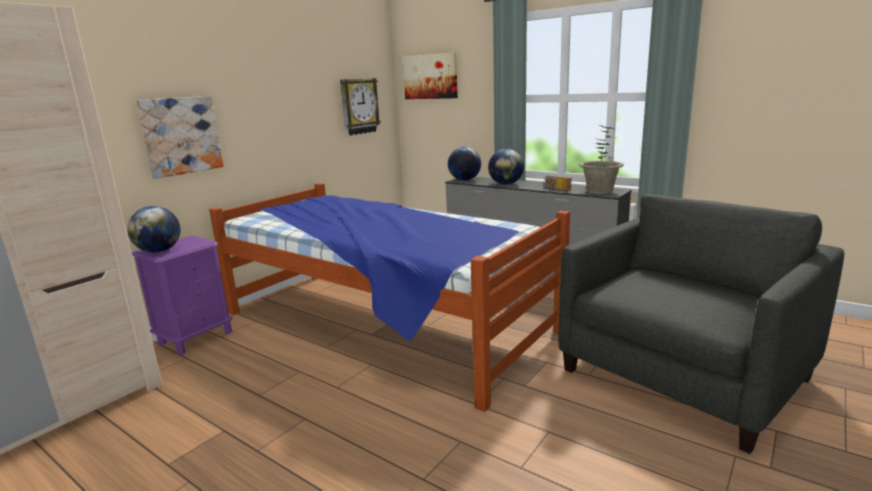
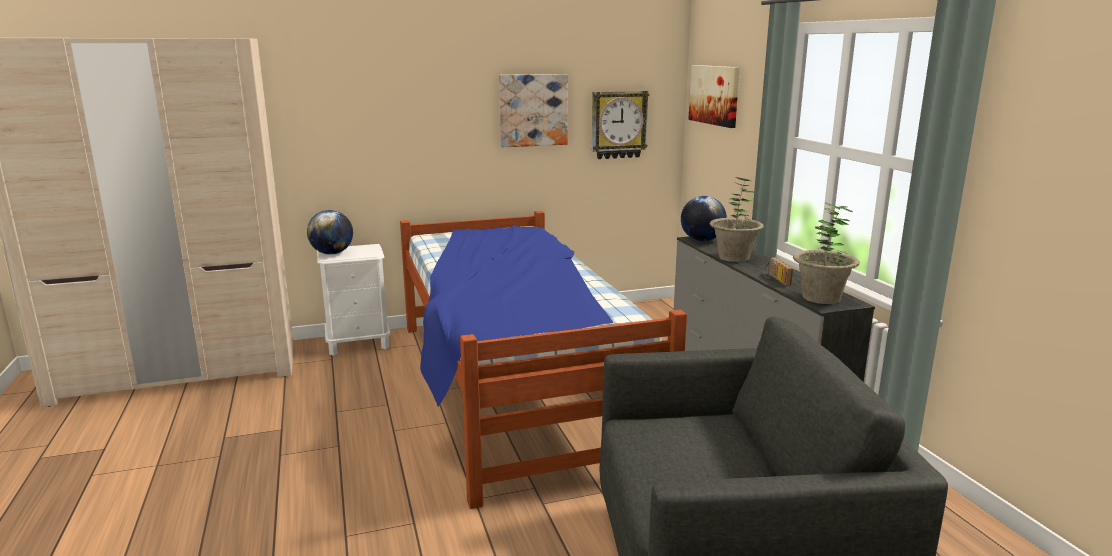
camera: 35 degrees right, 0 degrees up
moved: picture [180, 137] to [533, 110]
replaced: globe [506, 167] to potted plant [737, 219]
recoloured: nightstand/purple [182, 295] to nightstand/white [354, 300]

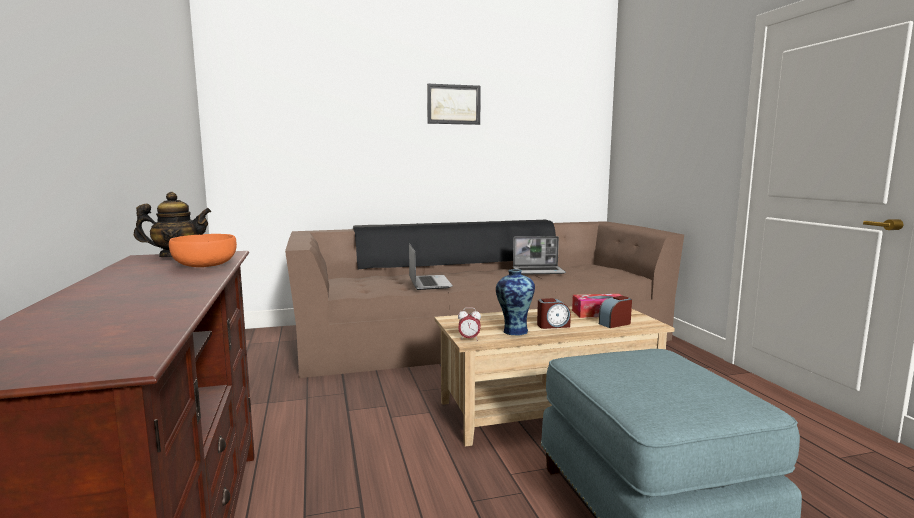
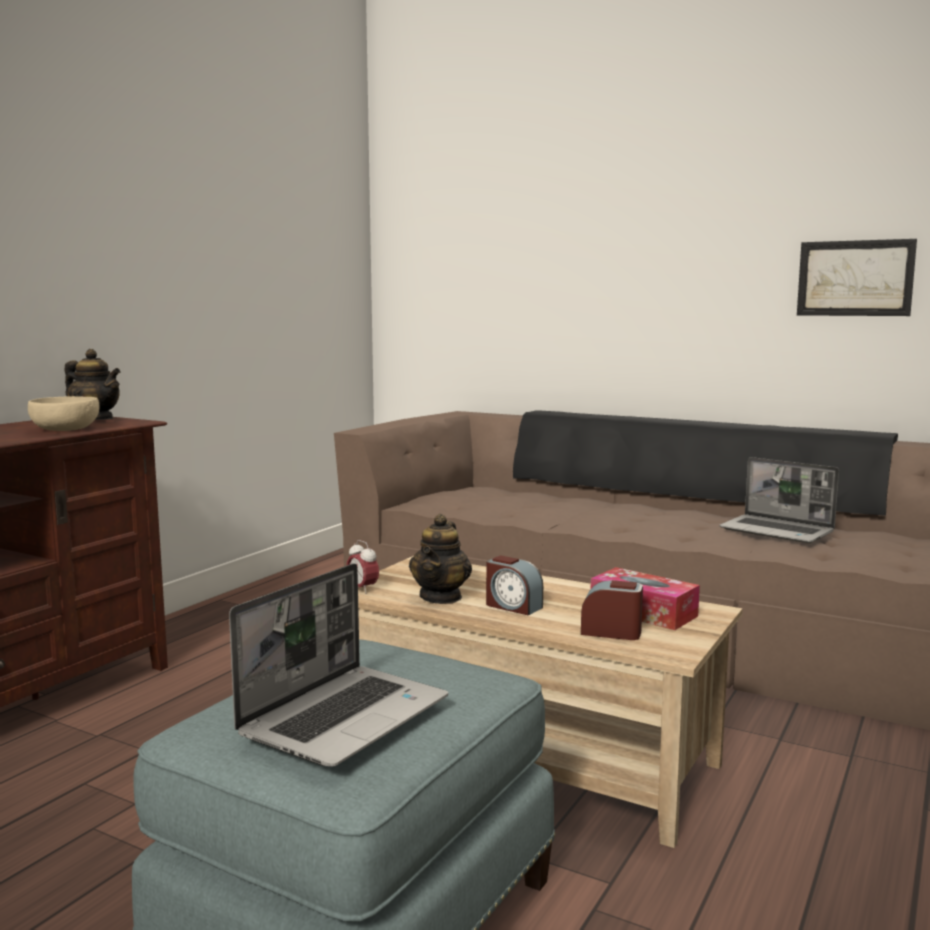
camera: 45 degrees right, 0 degrees up
moved: laptop [431, 267] to [338, 665]; picture [454, 104] to [857, 277]
replaced: vase [515, 302] to teapot [440, 559]
recoloured: bowl/orange [203, 250] to bowl/beige [63, 413]

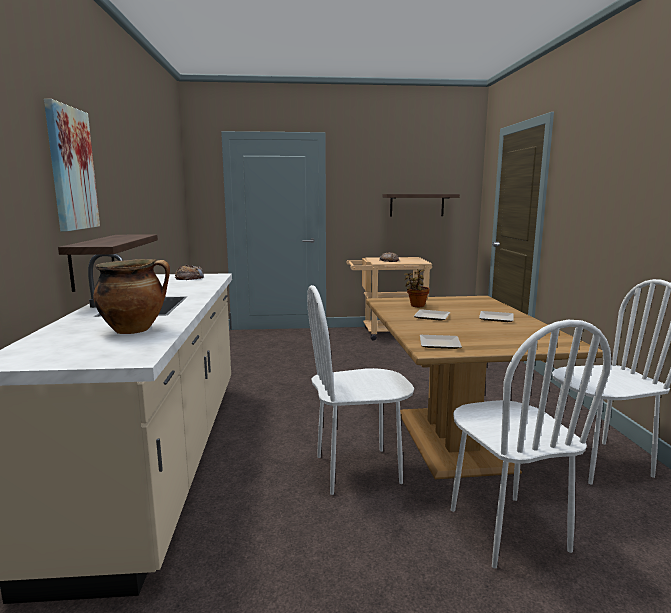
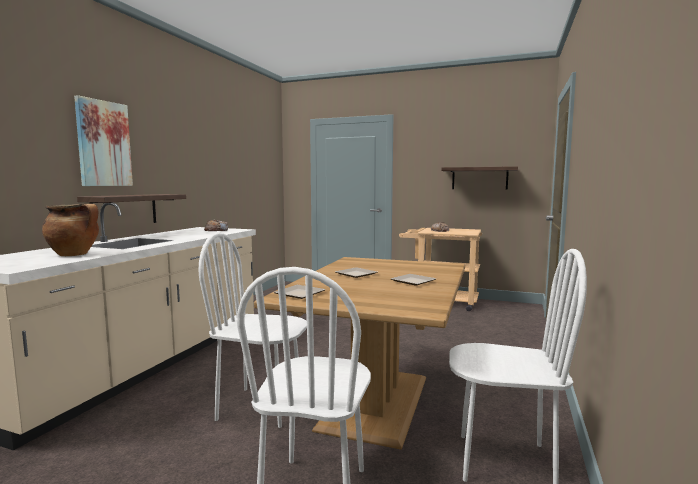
camera: 25 degrees right, 5 degrees down
removed: potted plant [417, 288]

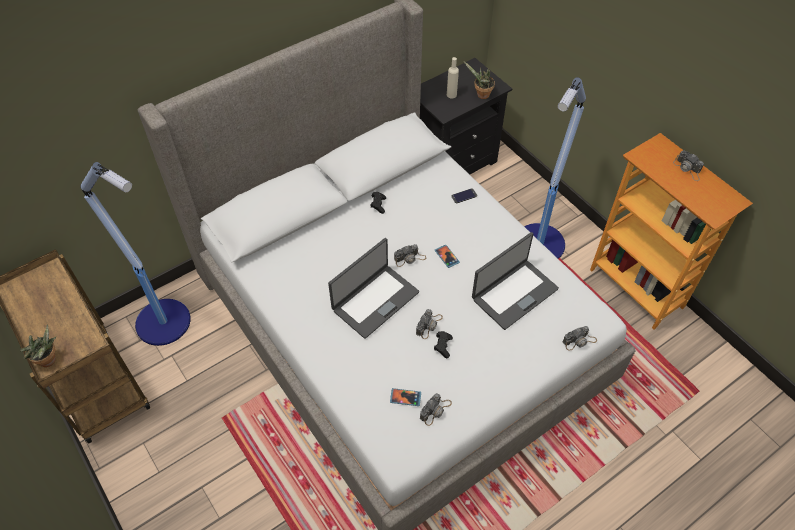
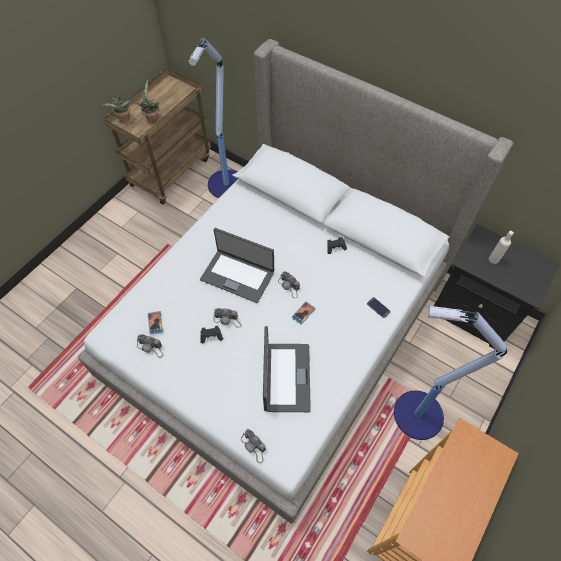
camera: 70 degrees right, 5 degrees up
removed: photo camera [688, 166]
moved: potted plant [479, 80] to [147, 101]
turned: laptop [515, 281] = [287, 369] 120 degrees counterclockwise

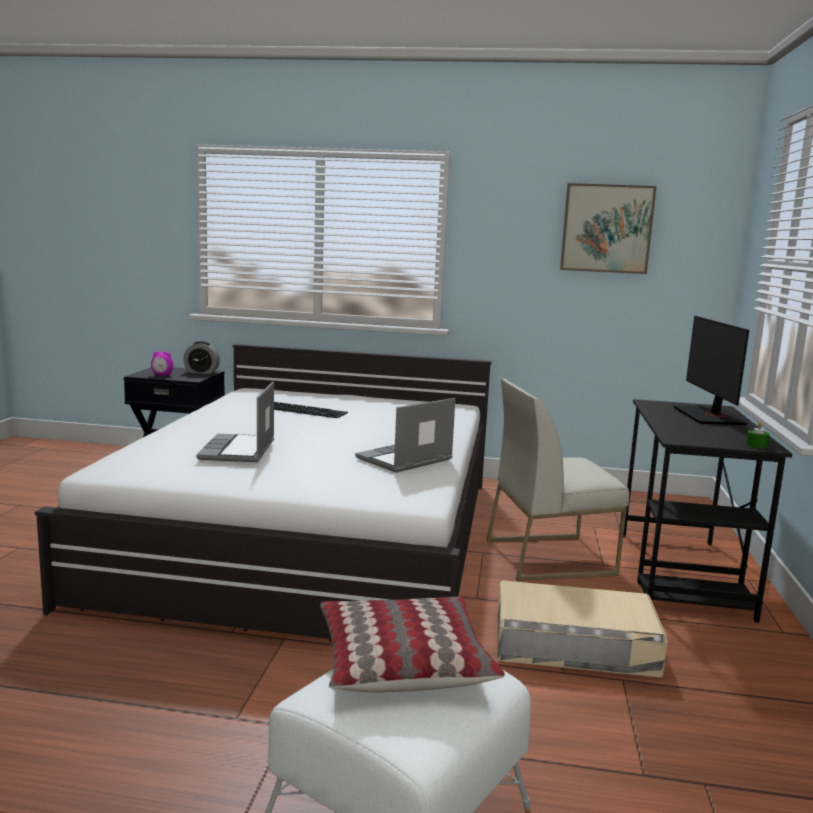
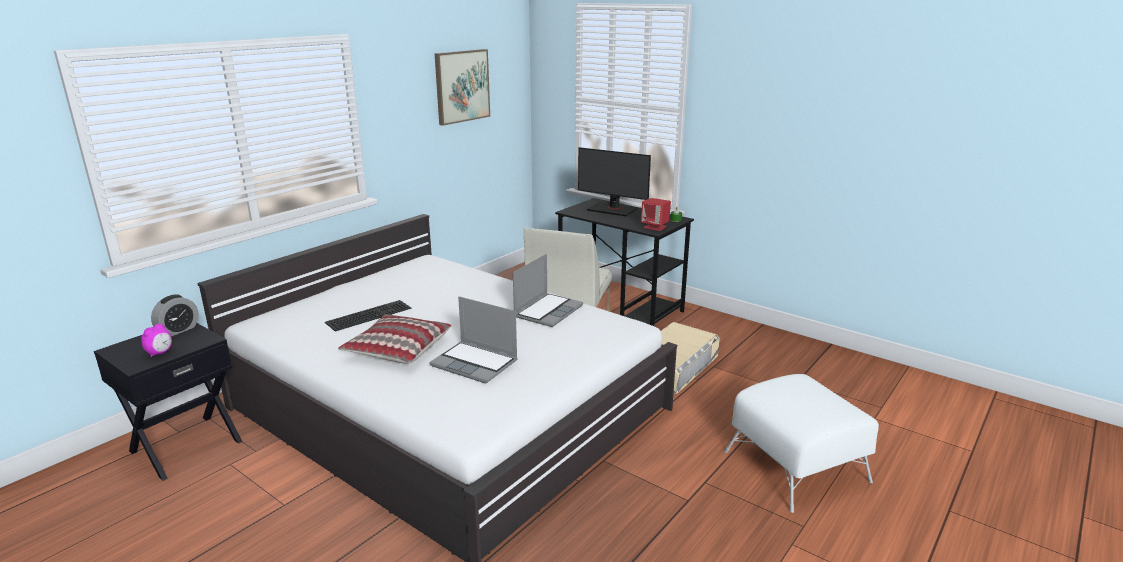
camera: 60 degrees left, 10 degrees up
added: speaker/red [656, 214]
moved: pillow [412, 644] to [394, 339]
turned: laptop [405, 435] = [548, 290] 135 degrees counterclockwise

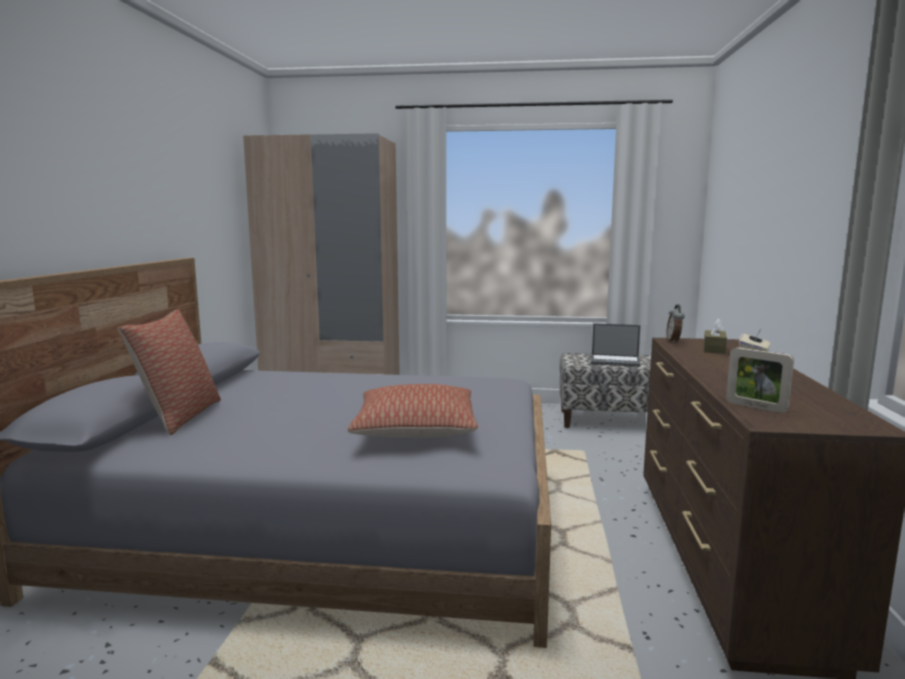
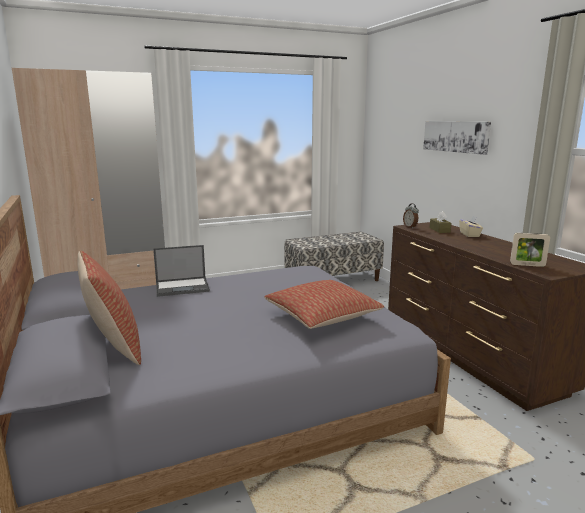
camera: 30 degrees left, 5 degrees up
added: picture [457, 138]
moved: laptop [615, 345] to [181, 271]

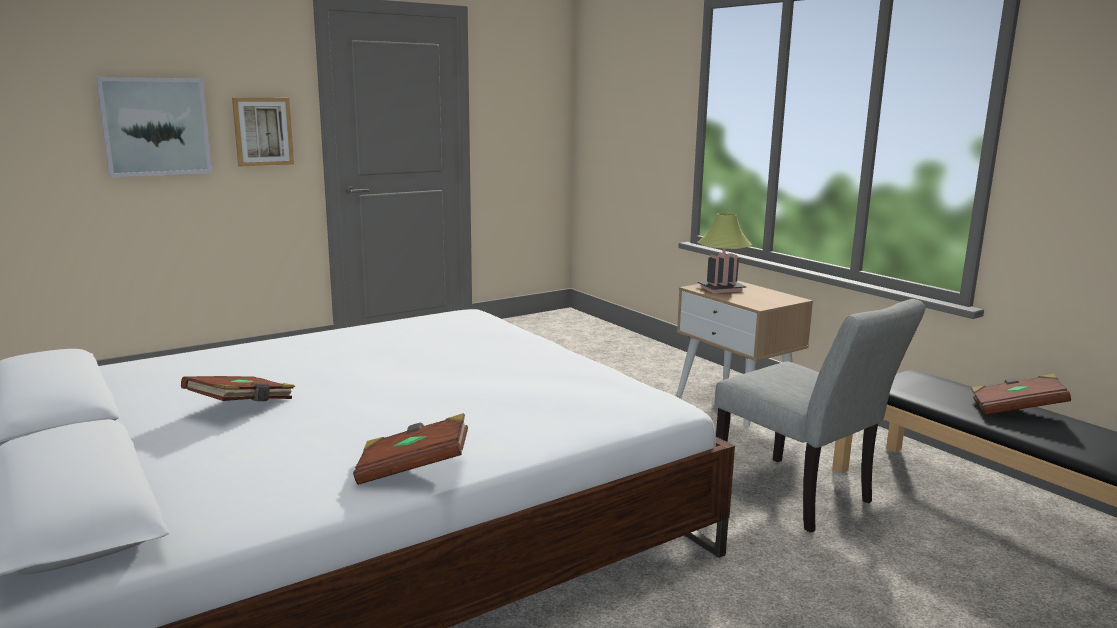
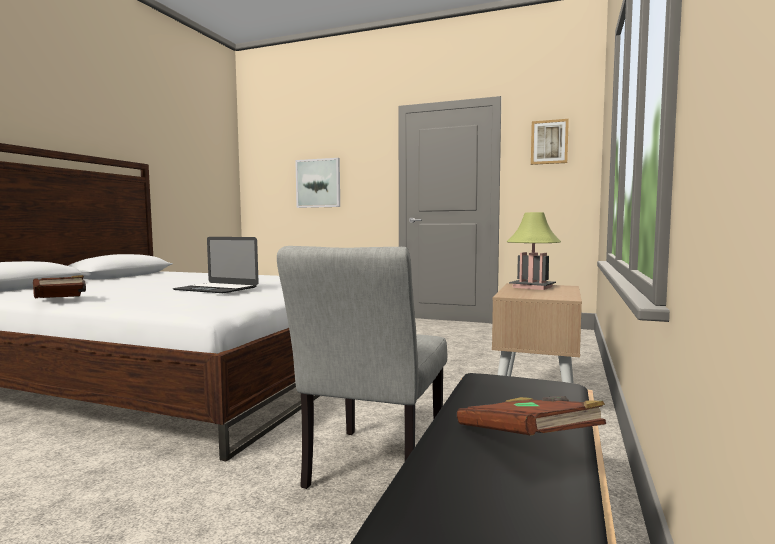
camera: 55 degrees right, 10 degrees down
removed: book/brown [238, 388]
added: laptop [215, 265]
moved: picture [263, 132] to [550, 142]

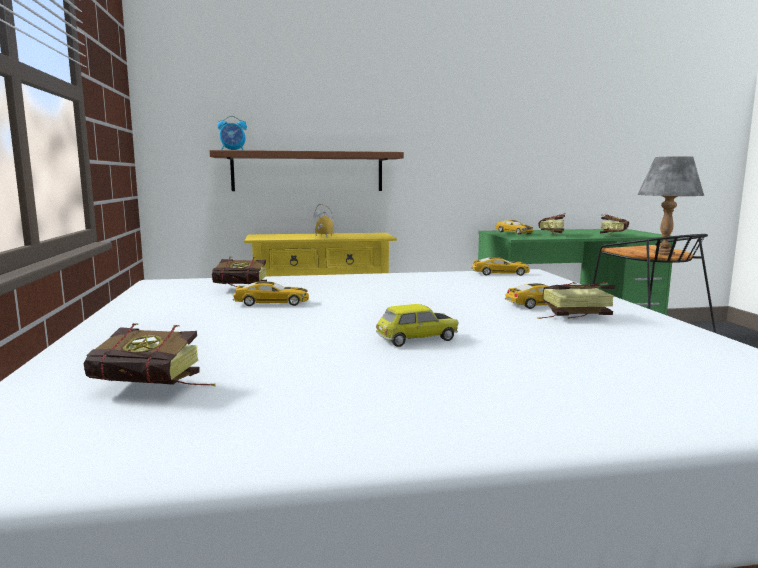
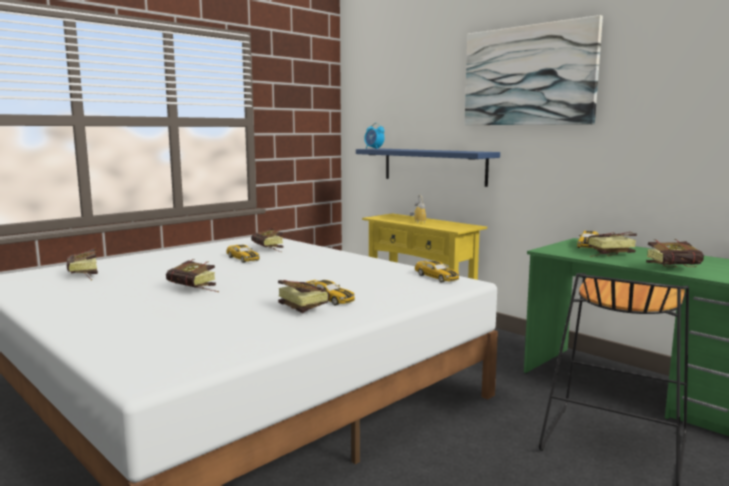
camera: 55 degrees right, 0 degrees up
removed: table lamp/grey [670, 205]
added: picture [533, 70]
replaced: toy car [417, 325] to book [192, 275]
recoloured: shelf/brown [307, 170] to shelf/blue [428, 167]

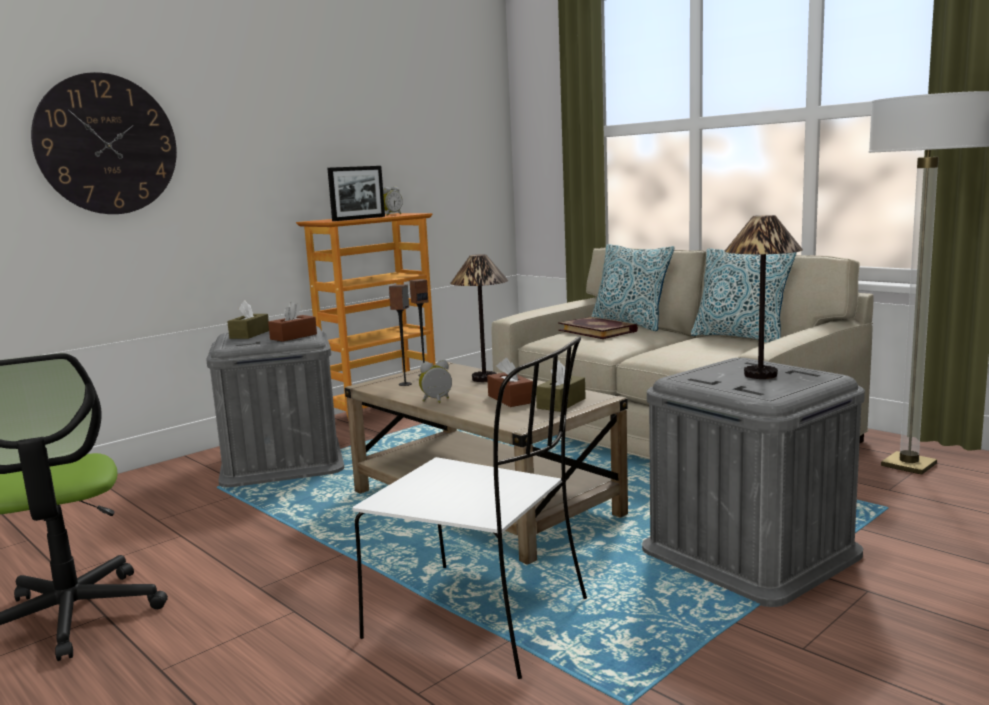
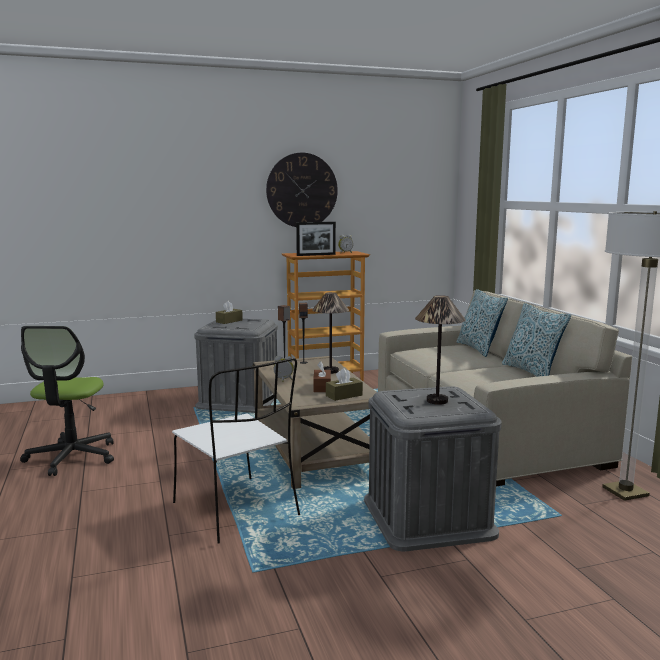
camera: 25 degrees right, 0 degrees up
removed: tissue box/brown [292, 322]; book [598, 328]
moved: wall clock [104, 143] to [302, 190]

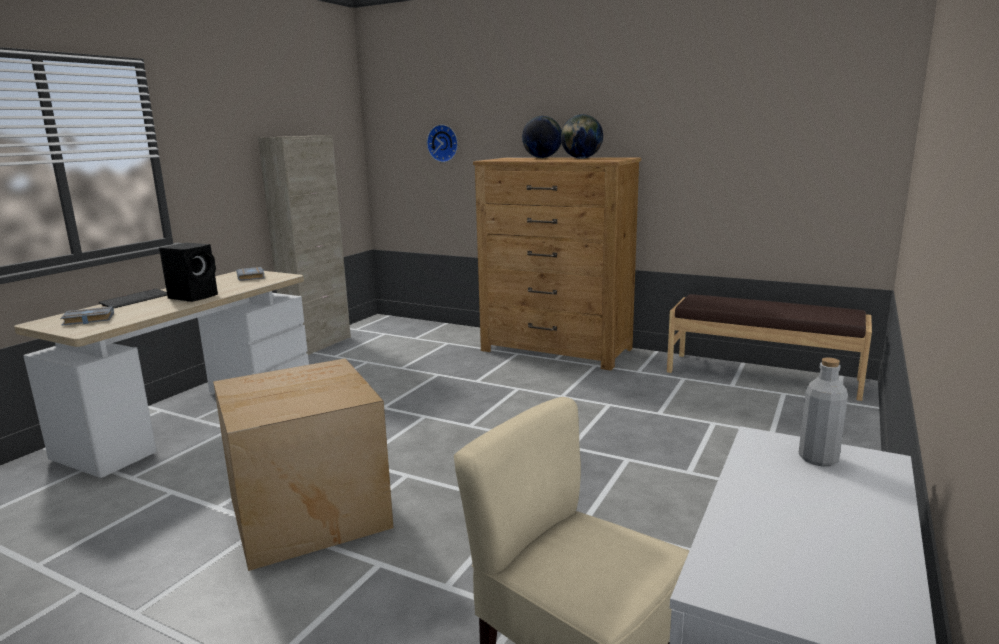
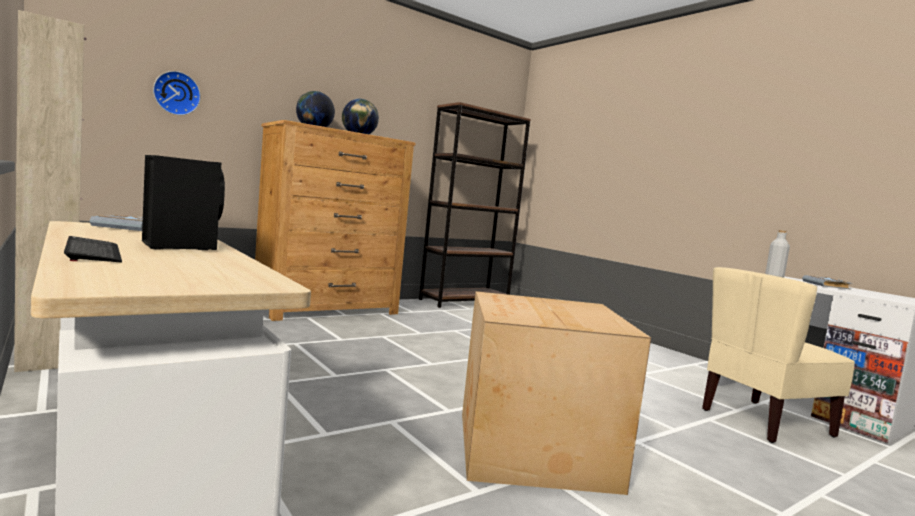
camera: 65 degrees left, 10 degrees down
moved: book/grey [87, 315] to [827, 282]
replaced: bench/brown [769, 347] to bookcase/brown [475, 205]

